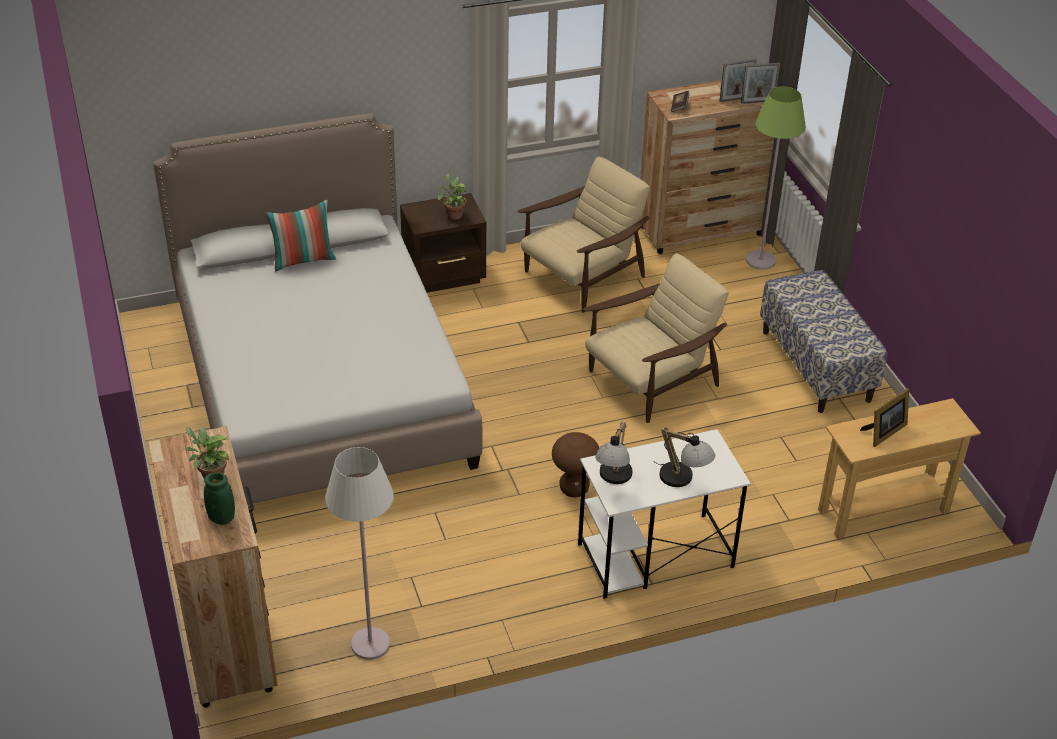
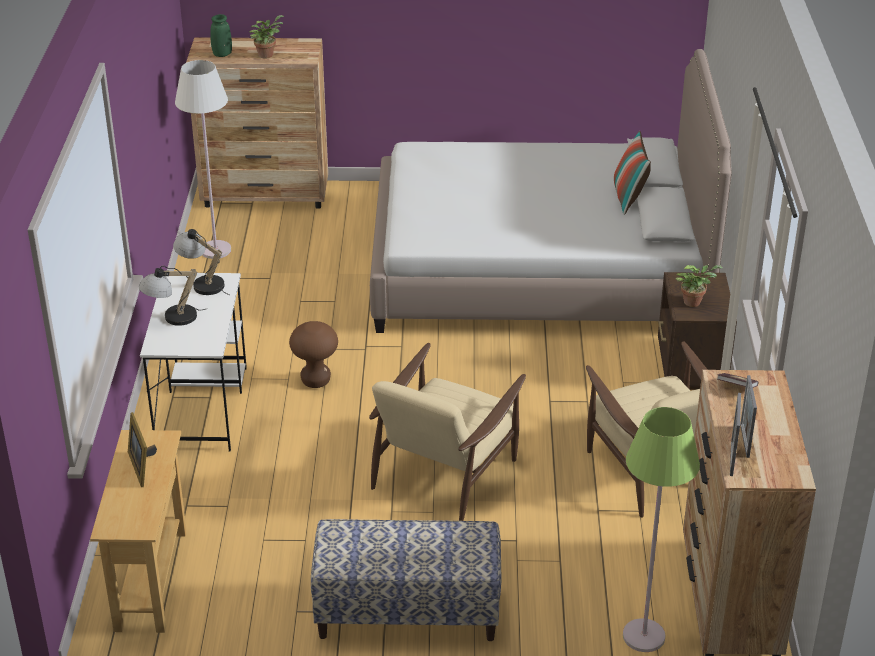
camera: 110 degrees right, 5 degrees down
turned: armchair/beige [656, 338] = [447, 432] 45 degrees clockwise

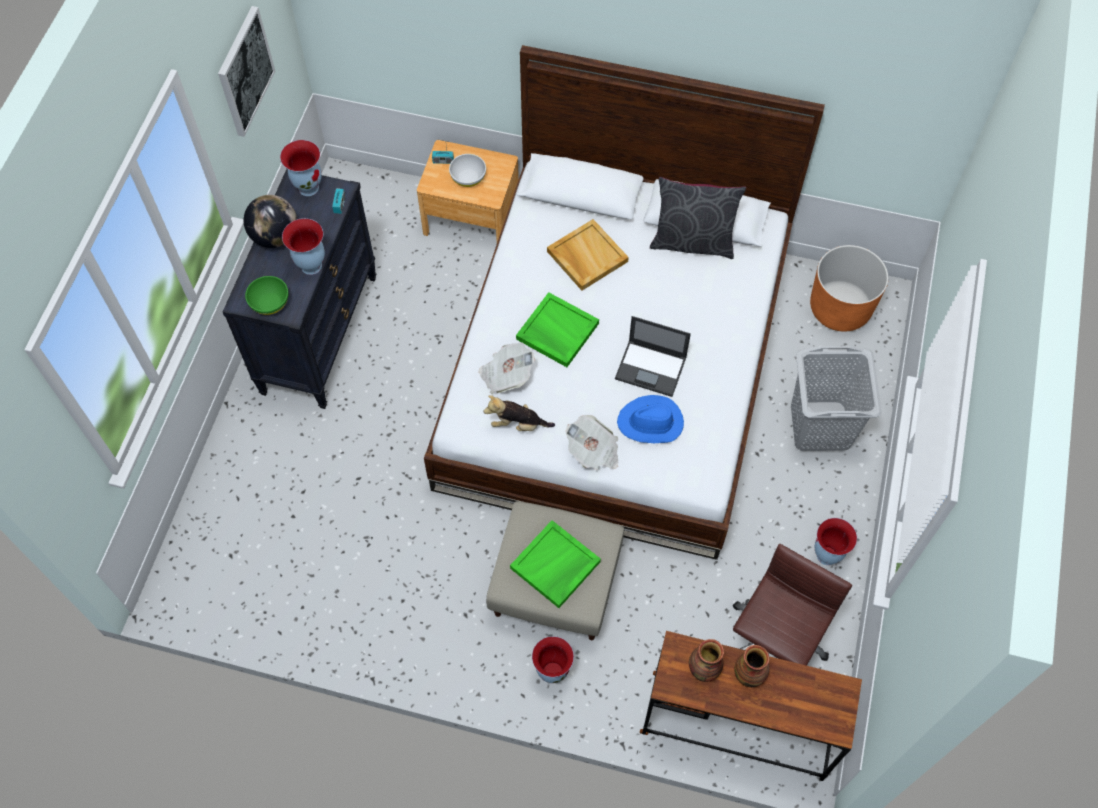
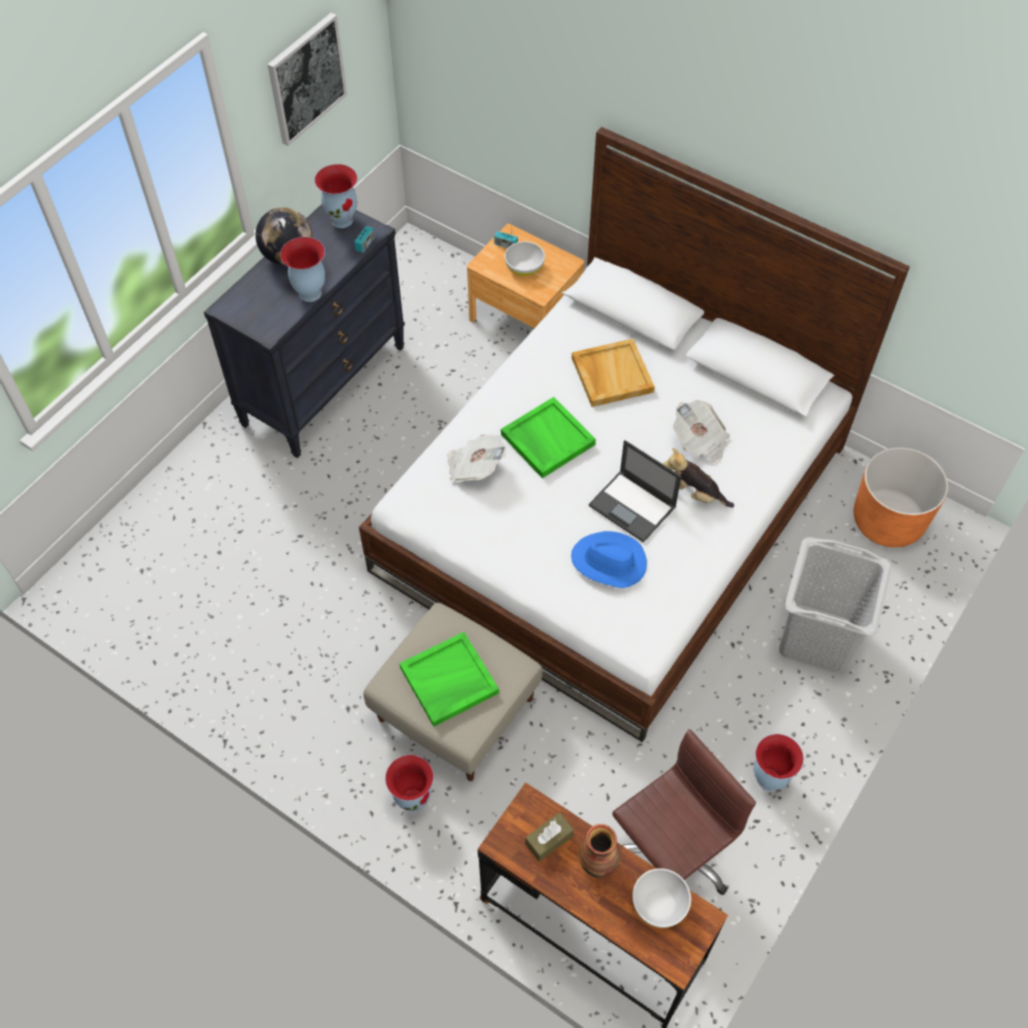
camera: 20 degrees right, 5 degrees down
removed: bowl/green [266, 295]; pillow/grey [698, 218]
added: bowl/white [661, 898]
moved: plush toy [519, 413] to [698, 478]; newspaper [592, 442] to [701, 432]
replaced: vase [706, 660] to tissue box/brown [549, 837]

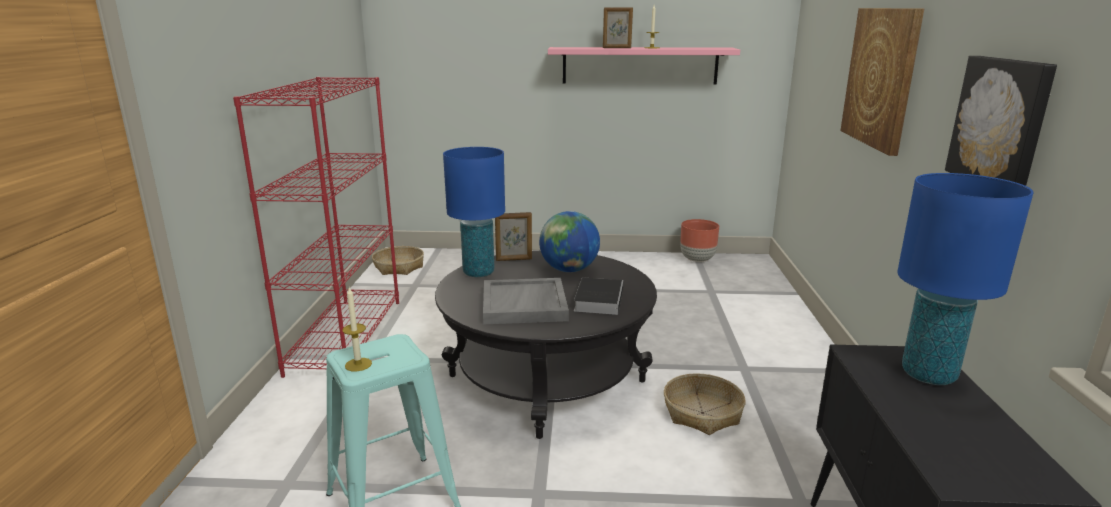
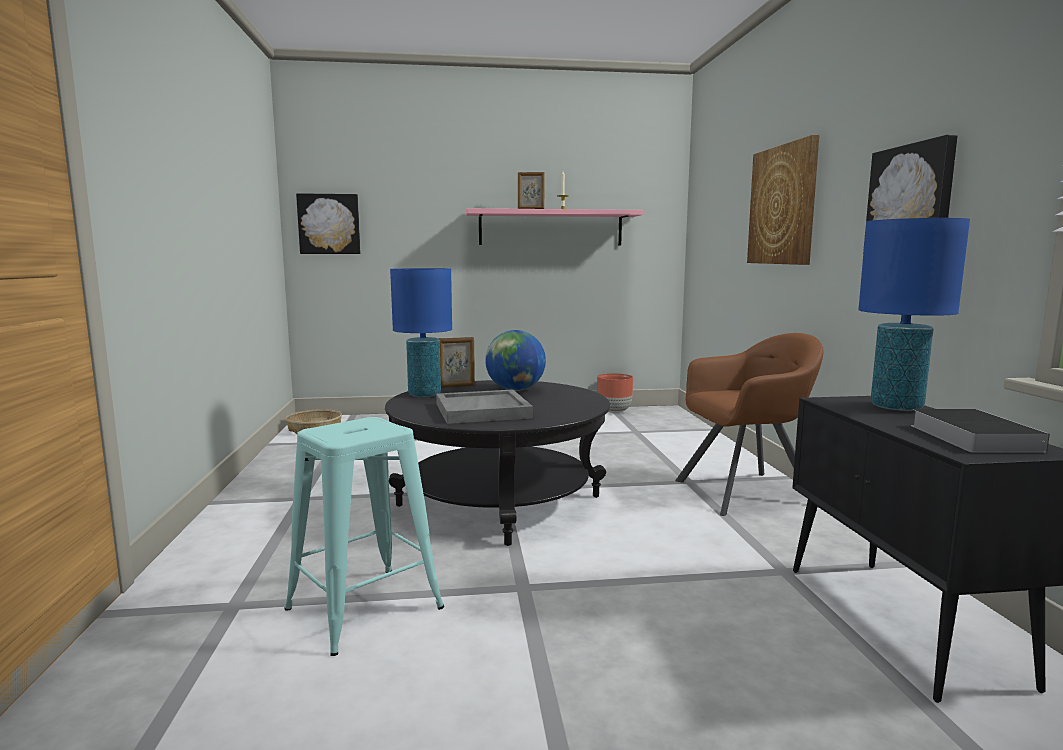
camera: 10 degrees left, 10 degrees down
removed: bookcase/red [316, 227]; candle [357, 329]; basket [705, 404]
added: picture [328, 223]; armchair/brown [749, 424]
moved: book [598, 296] to [980, 431]

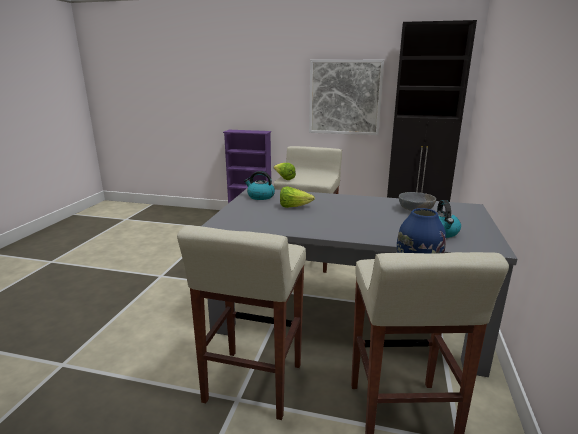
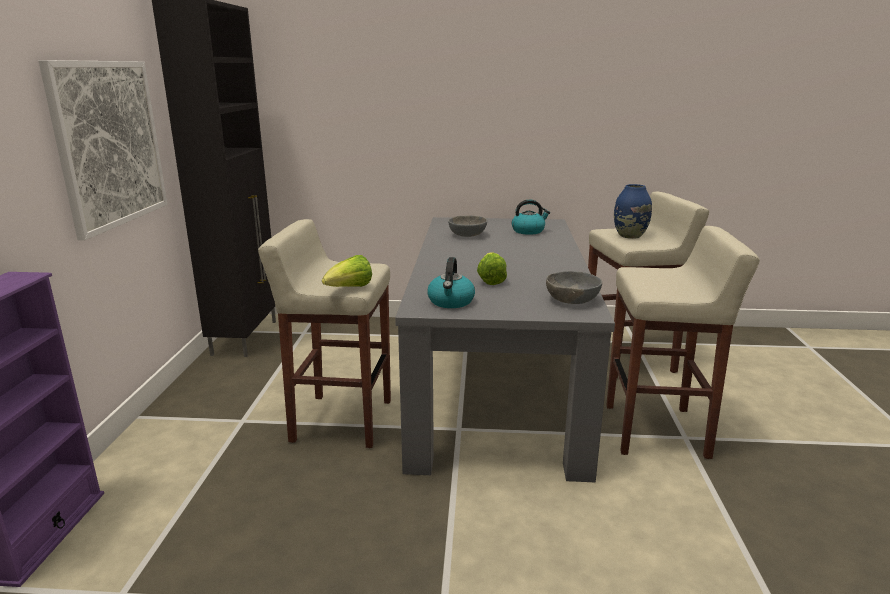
camera: 100 degrees left, 0 degrees up
added: bowl/grey [574, 287]

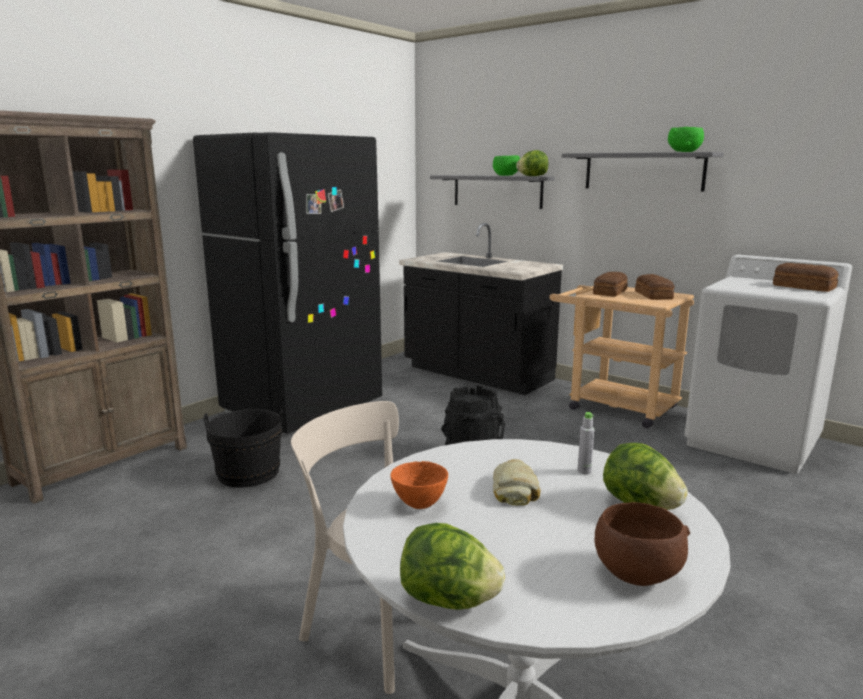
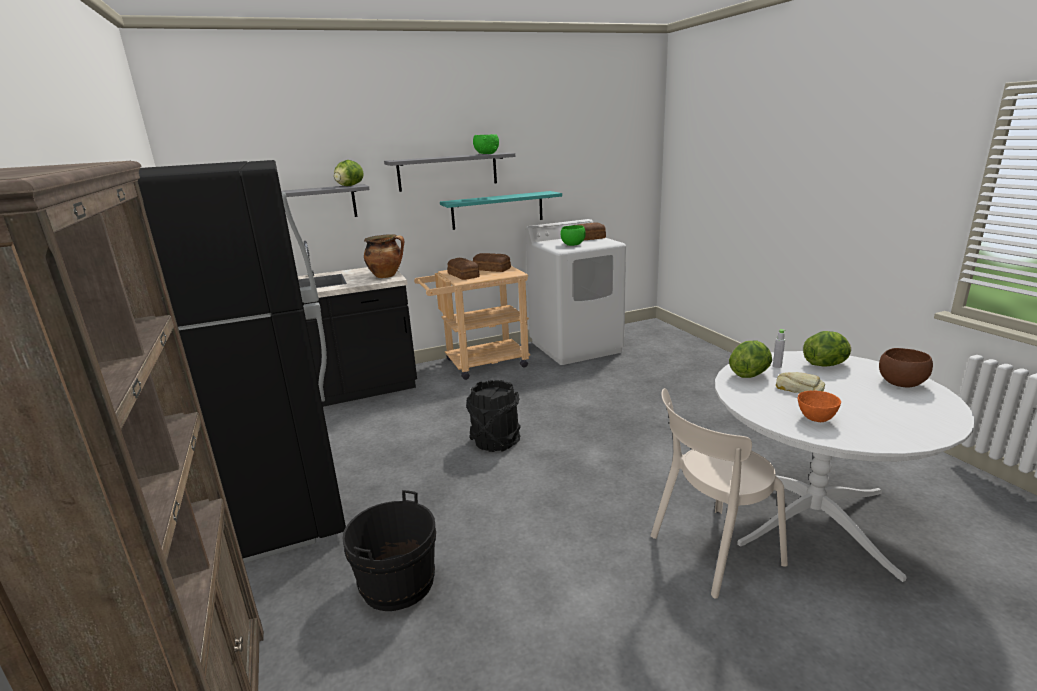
camera: 60 degrees left, 5 degrees up
added: cooking pot [384, 256]; shelf/turquoise [501, 210]
moved: lettuce [452, 566] to [750, 359]; bowl/green [506, 165] to [573, 235]

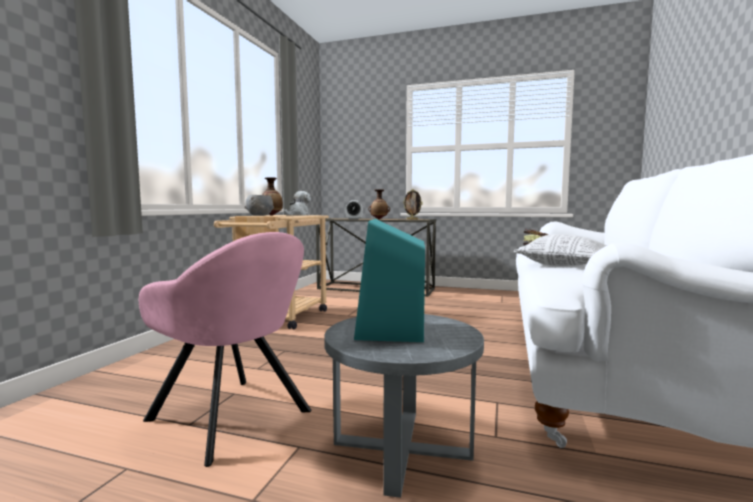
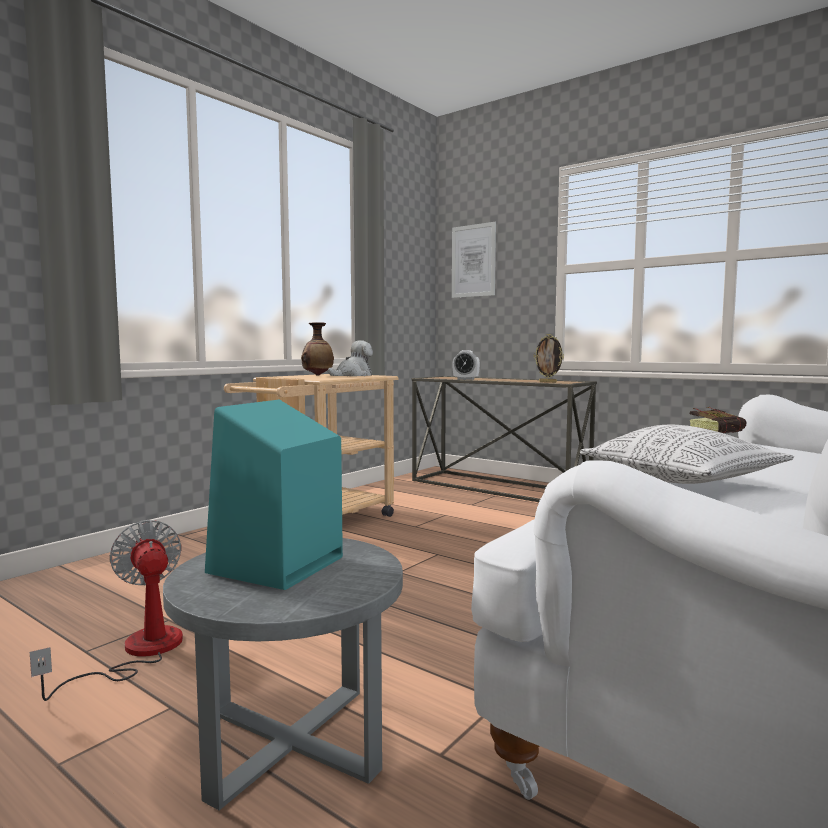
camera: 20 degrees right, 0 degrees up
removed: bowl/grey [259, 205]; vase [379, 204]
added: picture [474, 260]
replaced: armchair/pink [225, 349] to fan [106, 610]

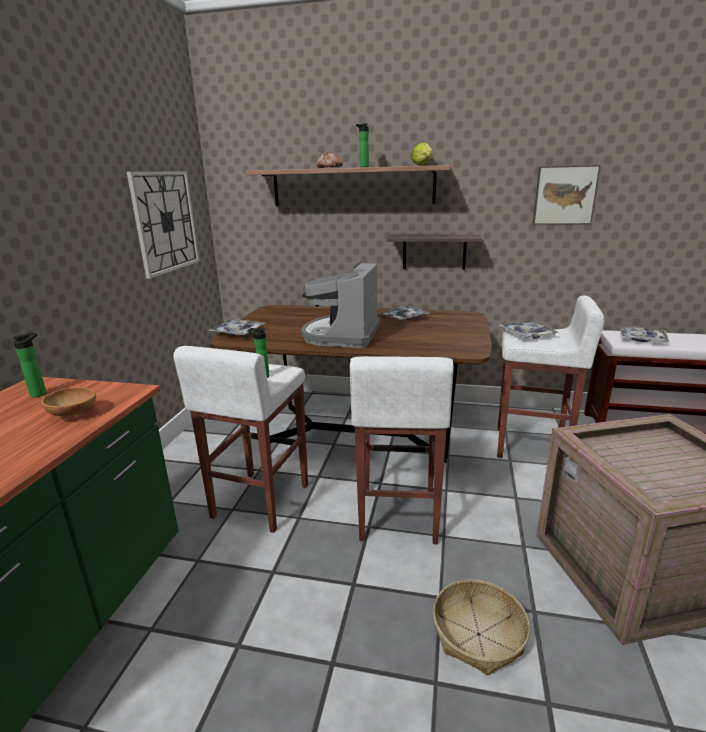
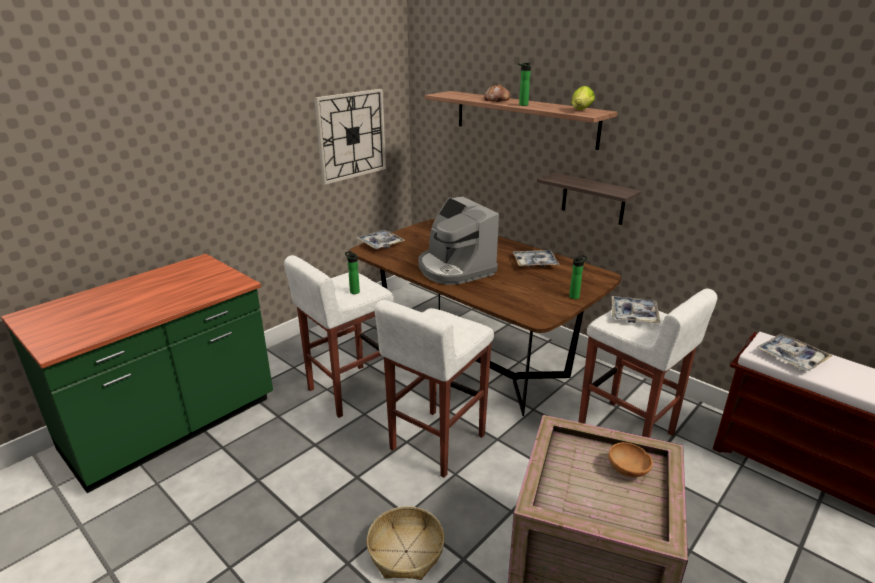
camera: 30 degrees right, 5 degrees up
removed: picture [567, 195]
moved: bottle [30, 365] to [578, 277]; bowl/brown [68, 402] to [630, 459]
turned: coffee machine [341, 305] = [459, 240] 75 degrees counterclockwise

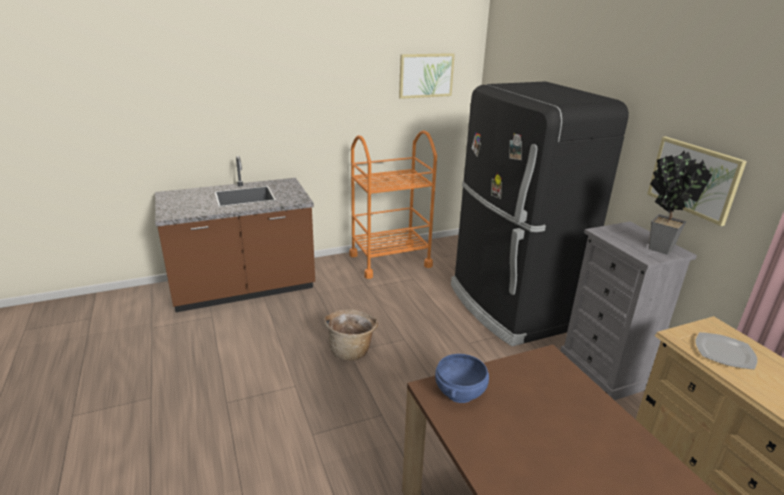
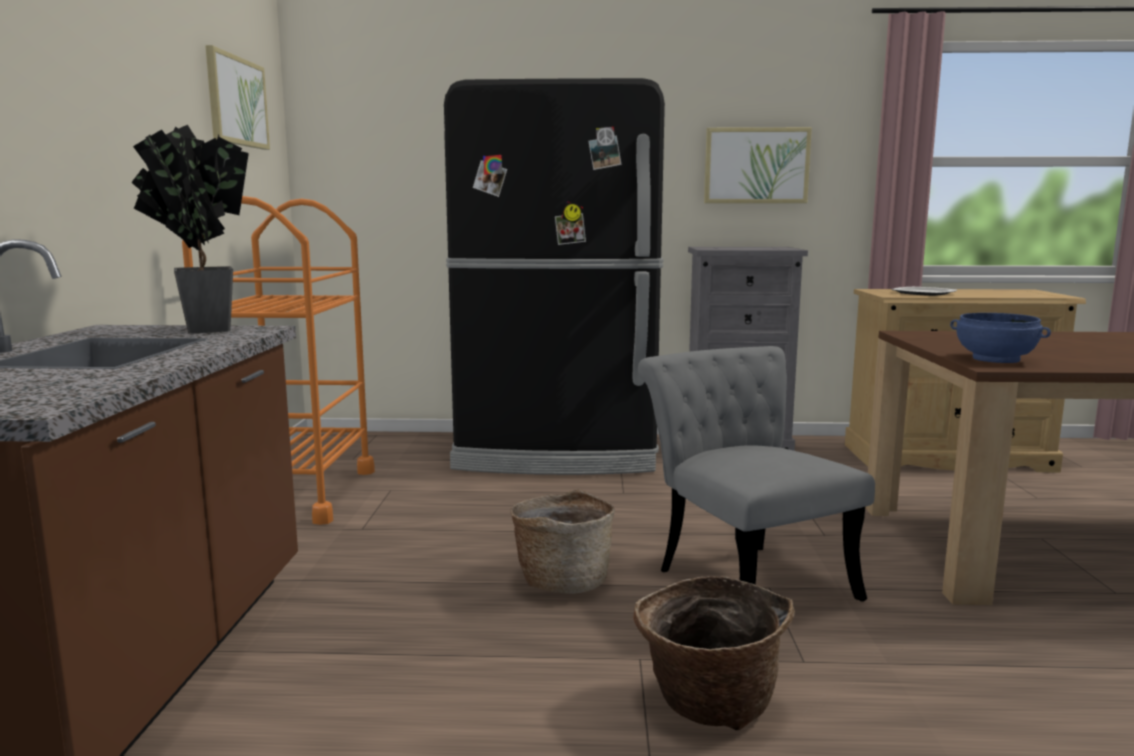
camera: 65 degrees left, 15 degrees down
added: basket [714, 653]; chair/grey [756, 474]
moved: potted plant [680, 203] to [190, 229]

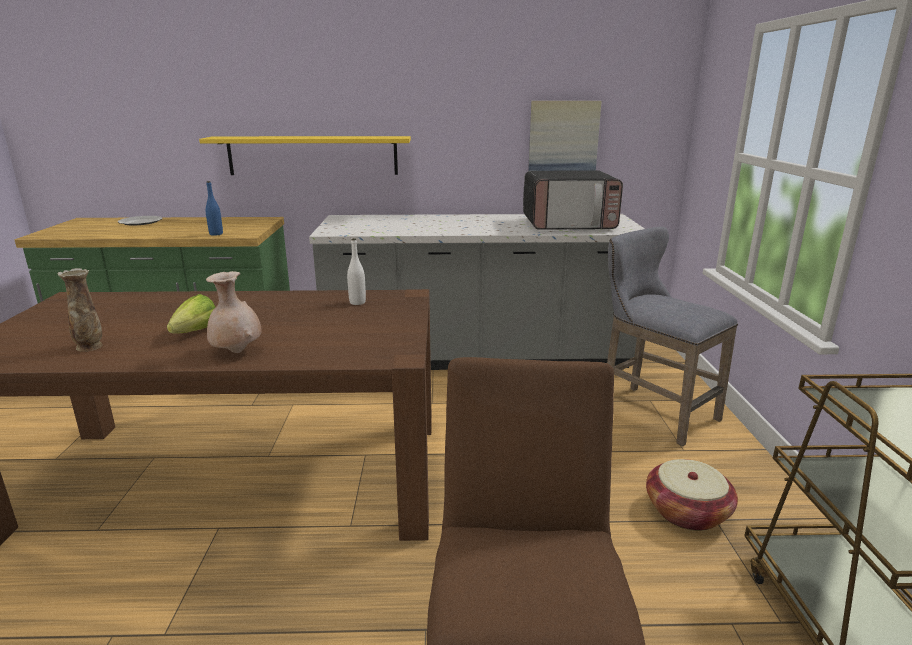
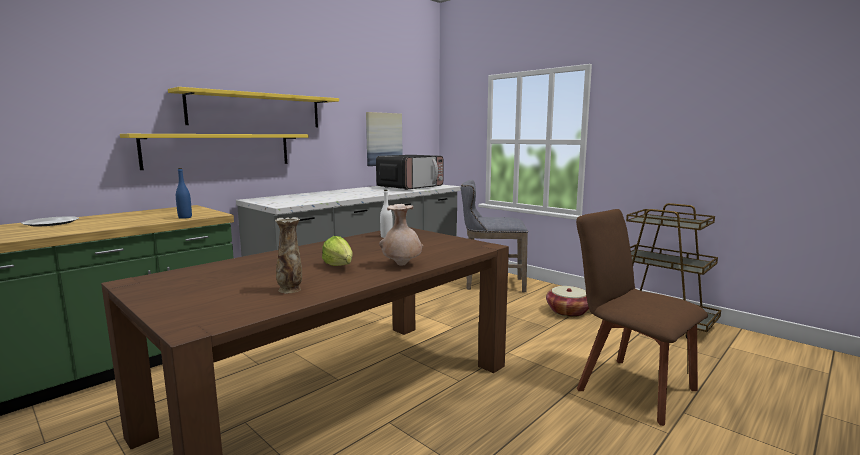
camera: 45 degrees left, 10 degrees down
added: shelf/yellow [253, 107]

